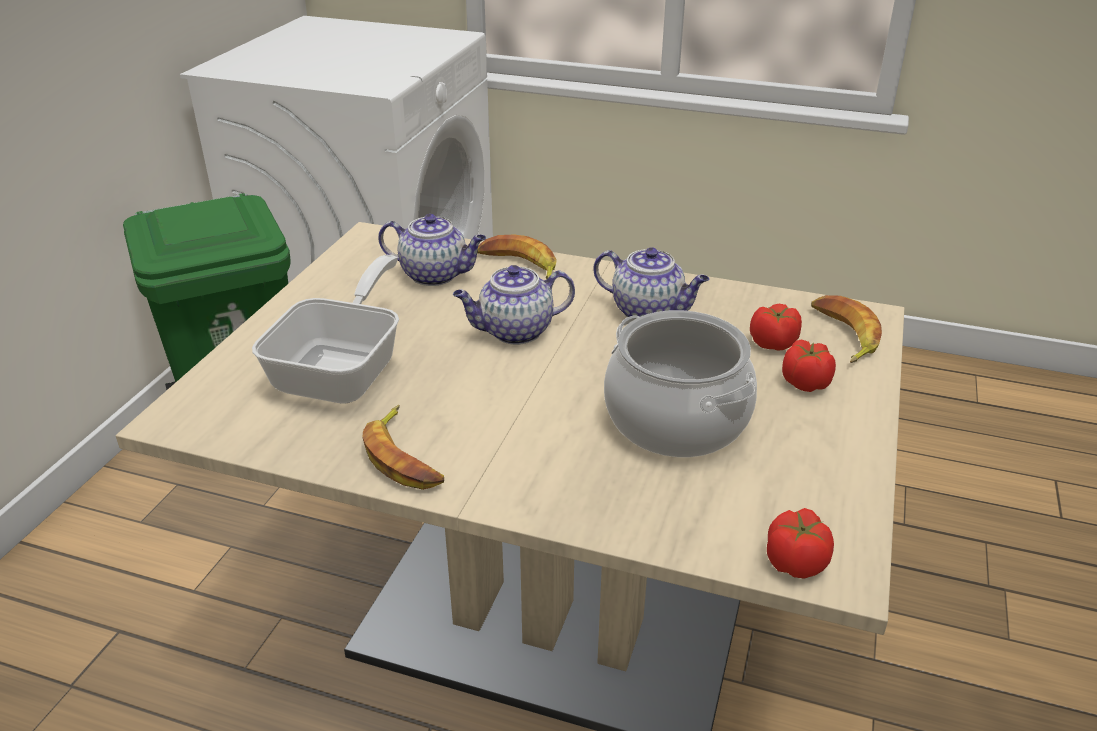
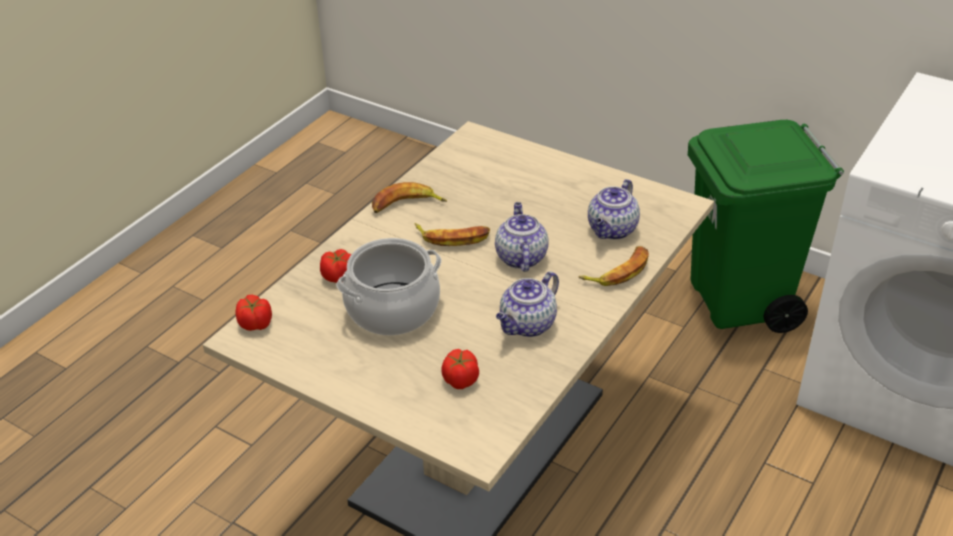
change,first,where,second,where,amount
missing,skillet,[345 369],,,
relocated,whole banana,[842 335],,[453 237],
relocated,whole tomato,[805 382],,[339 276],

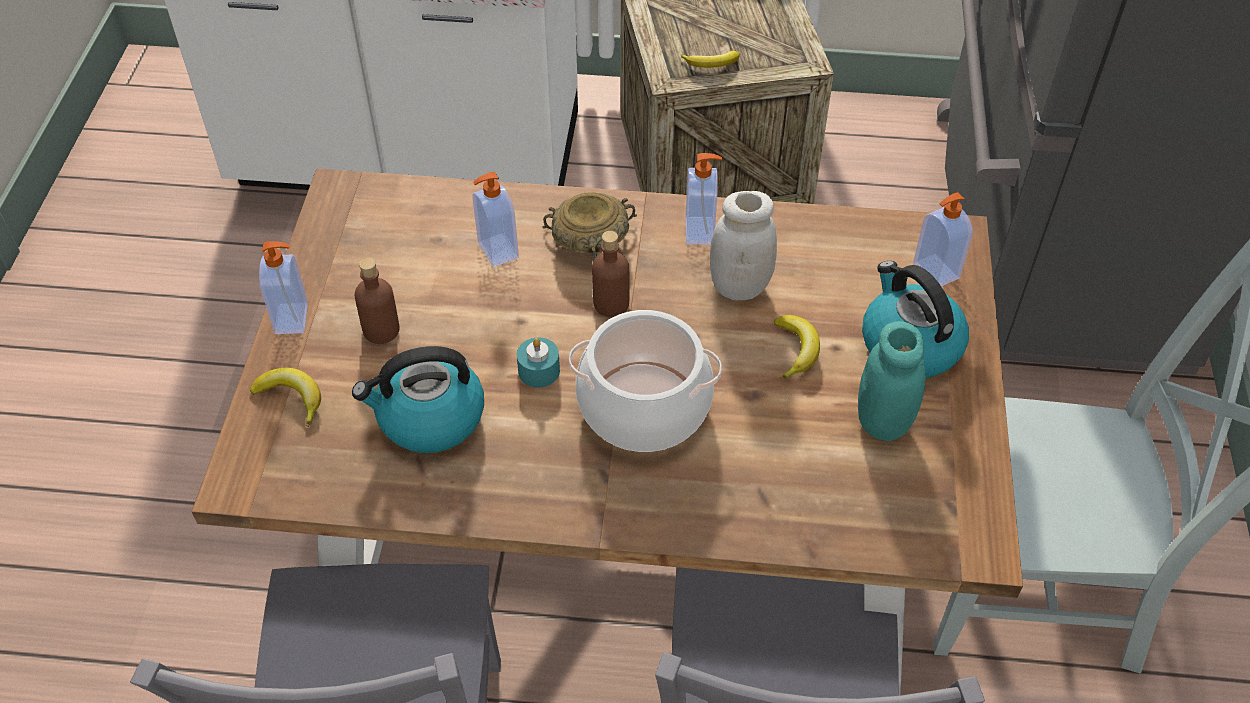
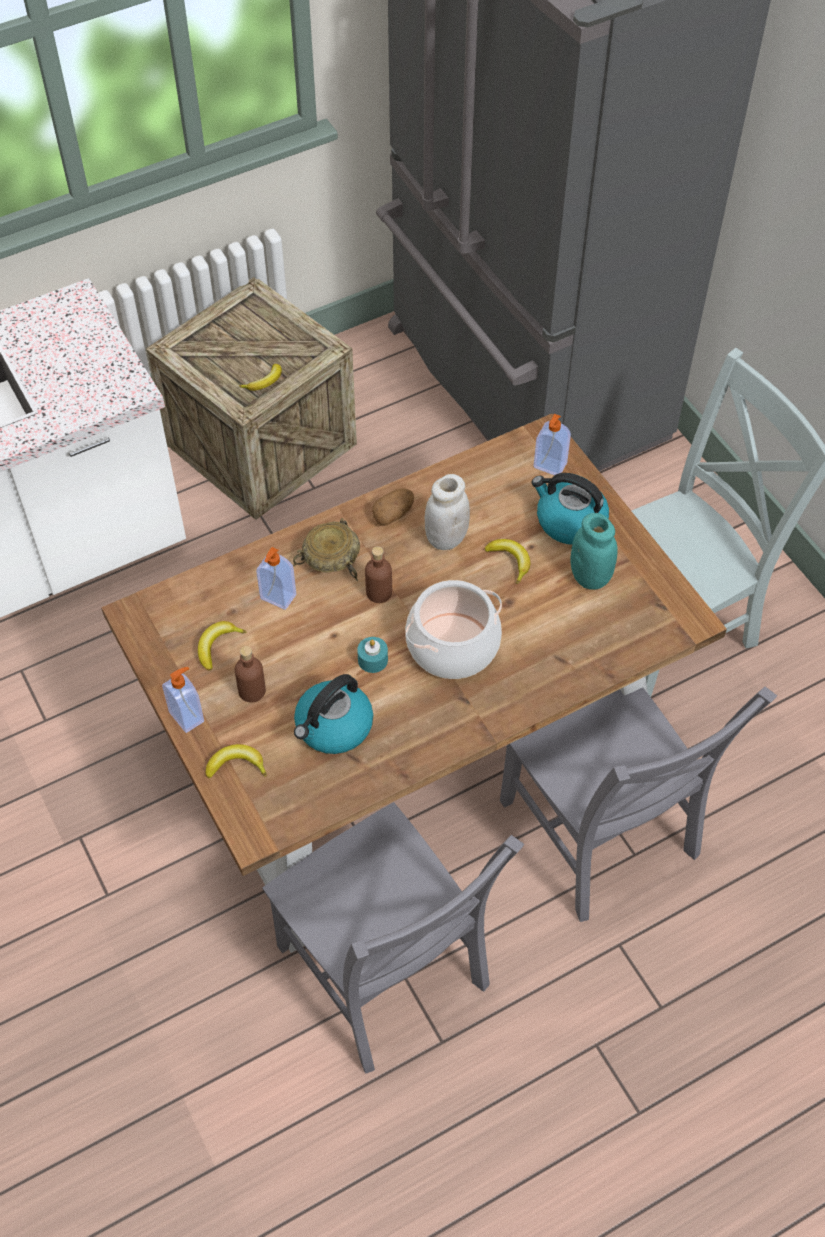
change,first,where,second,where,amount
exchanged,liquid soap bottle,[701 231],spud,[393 514],
appeared,,,whole banana,[217 646],

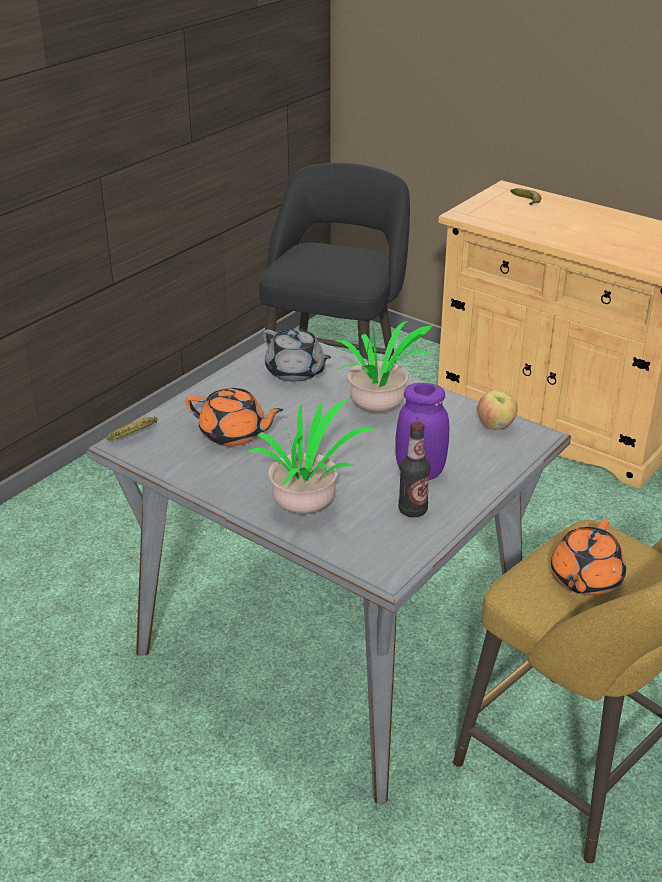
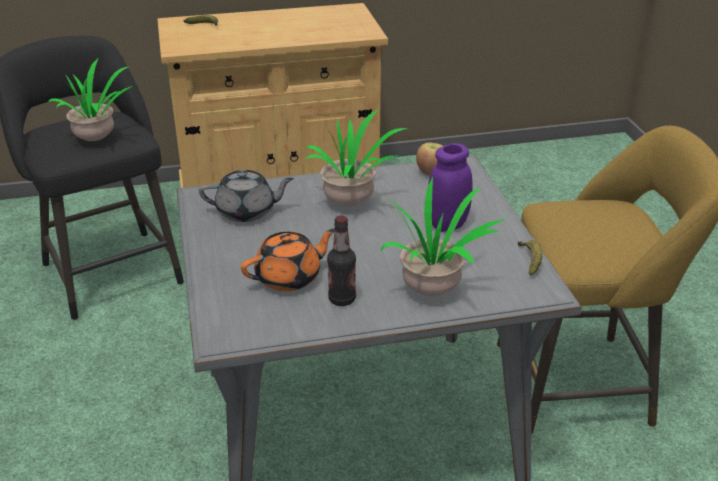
change,first,where,second,where,amount
relocated,whole banana,[136 434],,[530 261],
relocated,drink bottle,[412 510],,[342 299],
missing,orangey teapot,[585 579],,,
appeared,,,houseplant,[98 138],

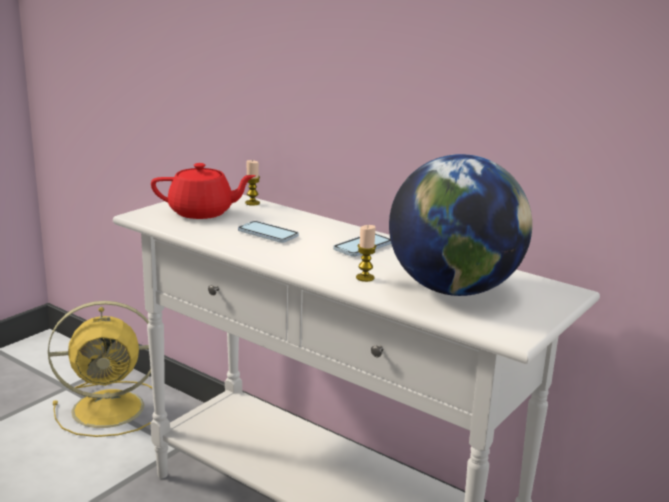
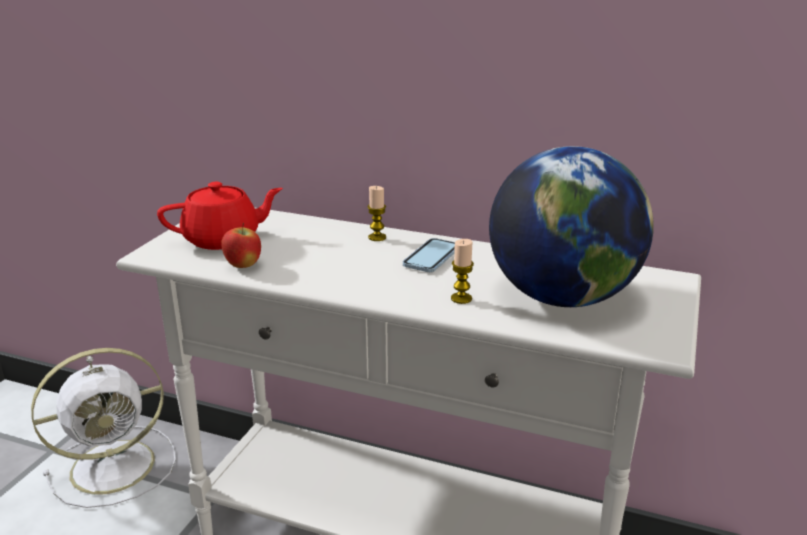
change,first,where,second,where,amount
relocated,wax light,[252 203],,[377 237],
missing,handset,[268 234],,,
colour,yellow-coloured cooling fan,[111 408],white cooling fan,[117 465],
appeared,,,whole apple,[243 266],

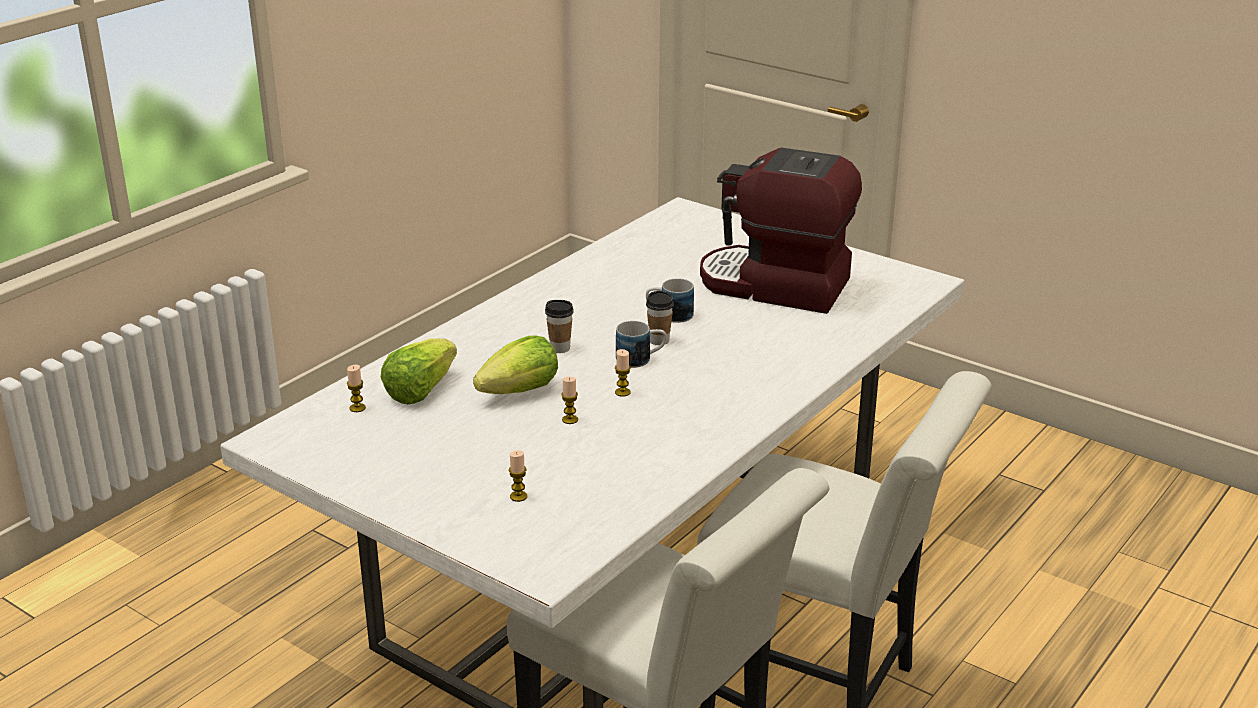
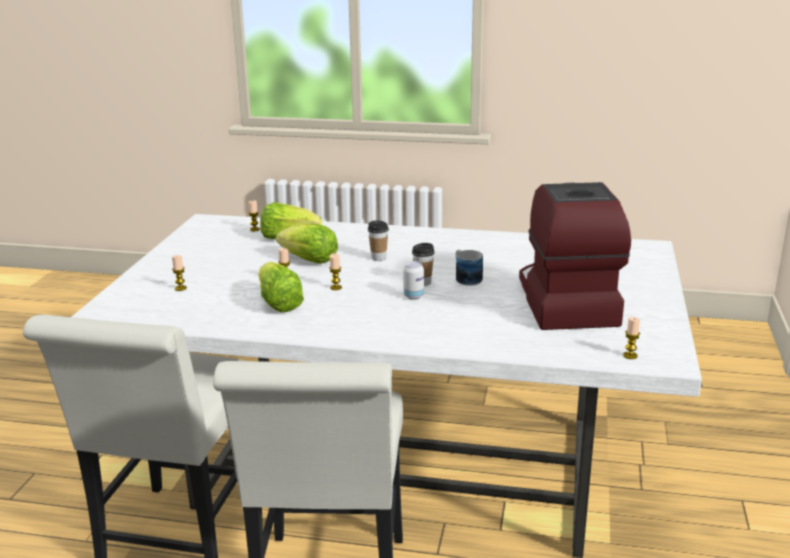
change,first,where,second,where,amount
missing,mug,[641 359],,,
appeared,,,sealed can,[413 296],
appeared,,,lettuce head,[278 303],
appeared,,,wax light,[630 355],

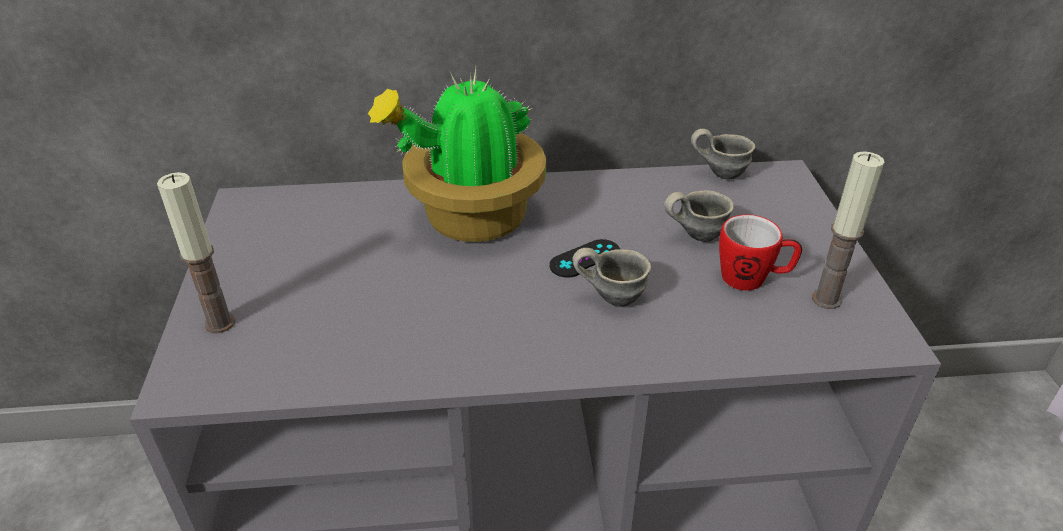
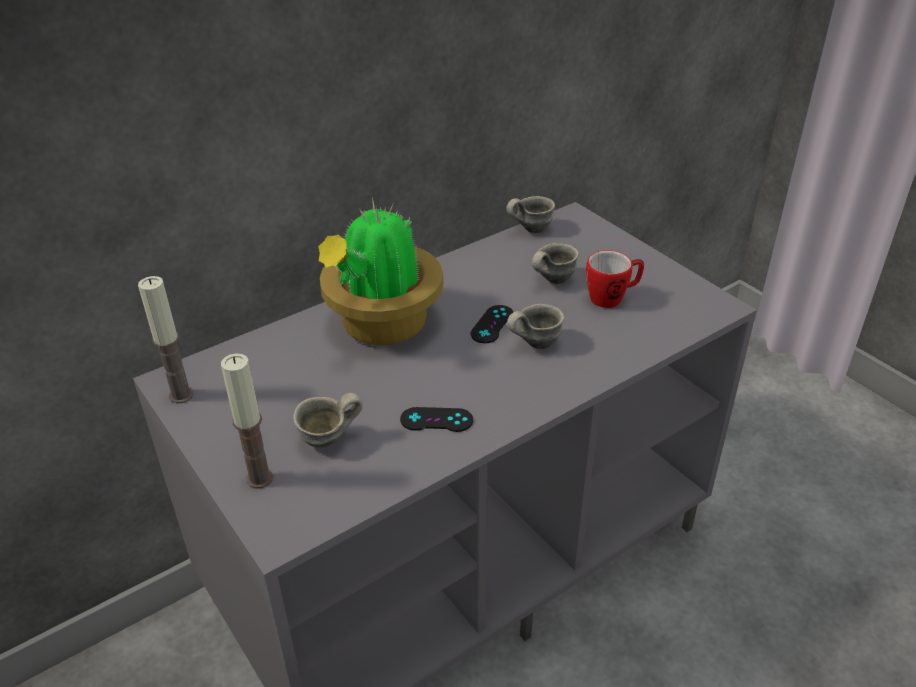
change,first,where,second,where,amount
relocated,wax light,[826 299],,[181 395],
appeared,,,grey mug,[329 442],
appeared,,,black game controller,[436 420],

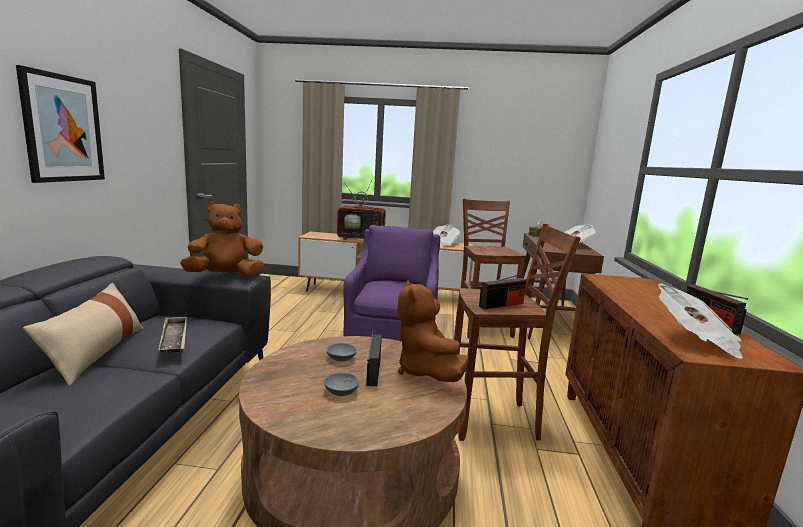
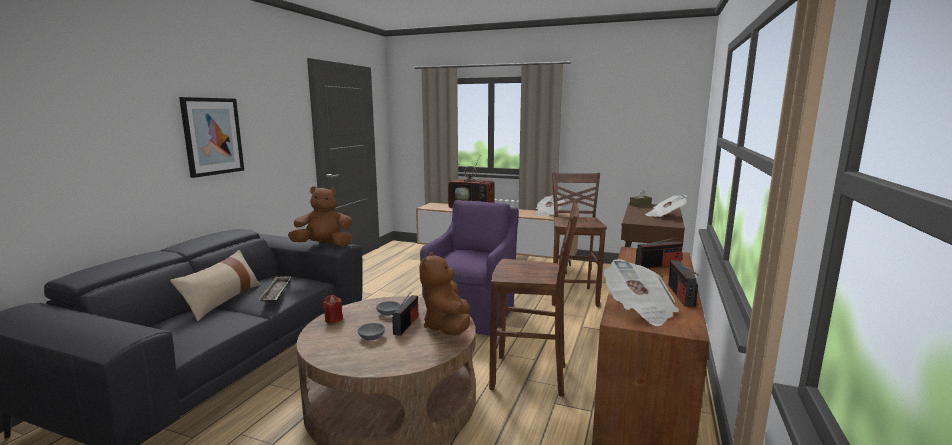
change,first,where,second,where,amount
relocated,radio set,[501 305],,[658 265],
appeared,,,red-coloured wax light,[333 319],

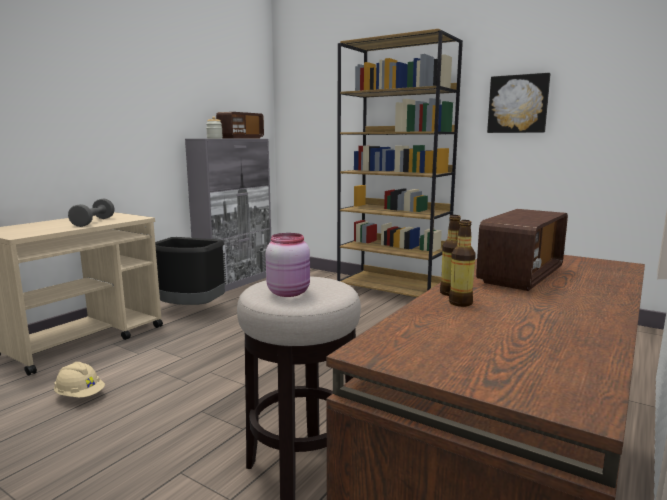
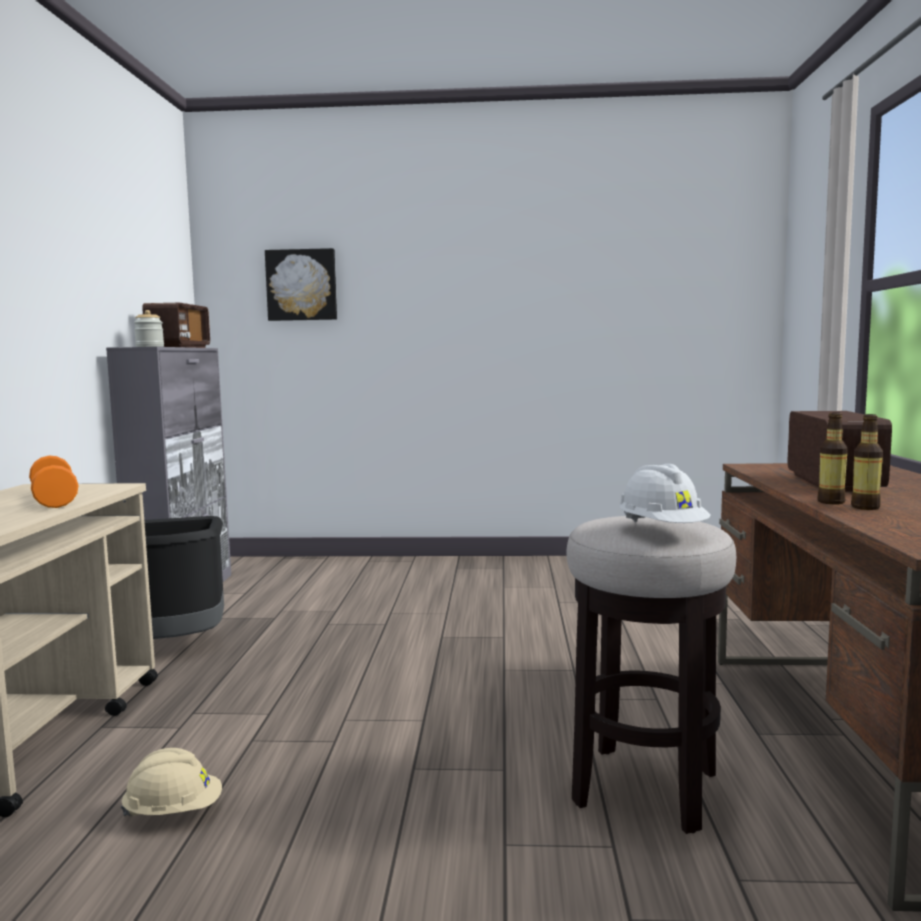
change,first,where,second,where,amount
missing,brown bookshelf,[393 291],,,
relocated,wall art,[518 104],,[302 285],
colour,grey hand weight,[93 222],orangey hand weight,[54 500],
exchanged,pink-coloured preserve jar,[289 292],white hard hat,[662 530],

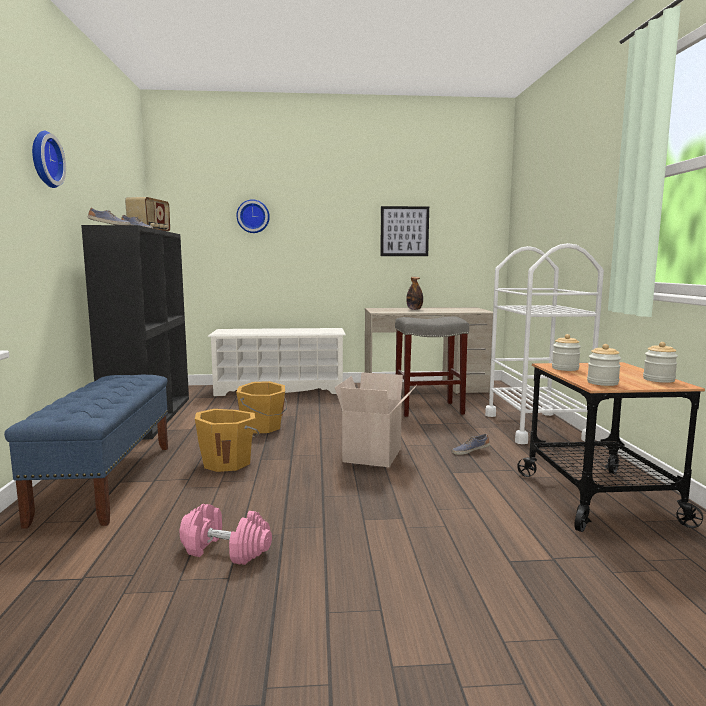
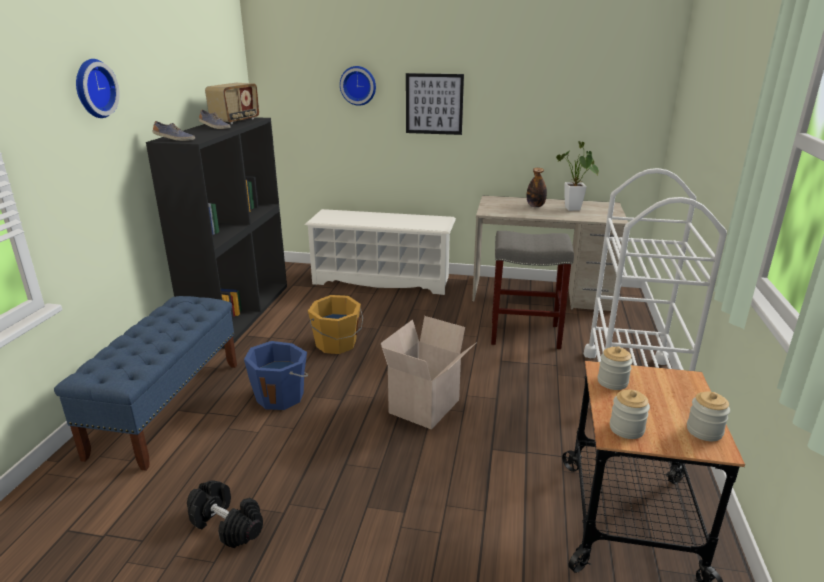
change,first,where,second,where,amount
relocated,wall art,[404 231],,[434 104],
colour,orangey bucket,[228 462],bluish bucket,[281 396],
missing,item of footwear,[470 451],,,
colour,pink-coloured hand weight,[226 550],black hand weight,[227 525],
appeared,,,houseplant,[573 210],

